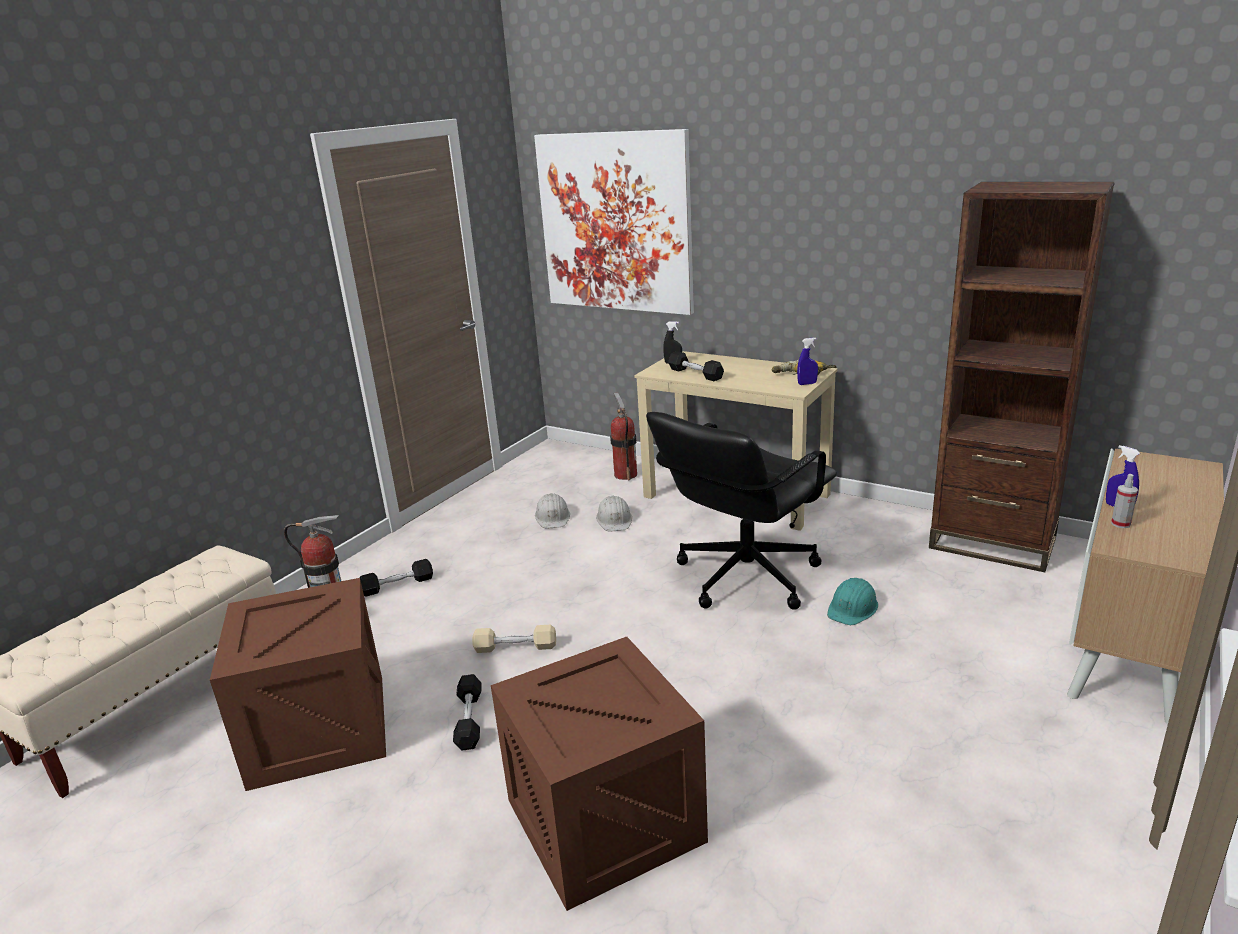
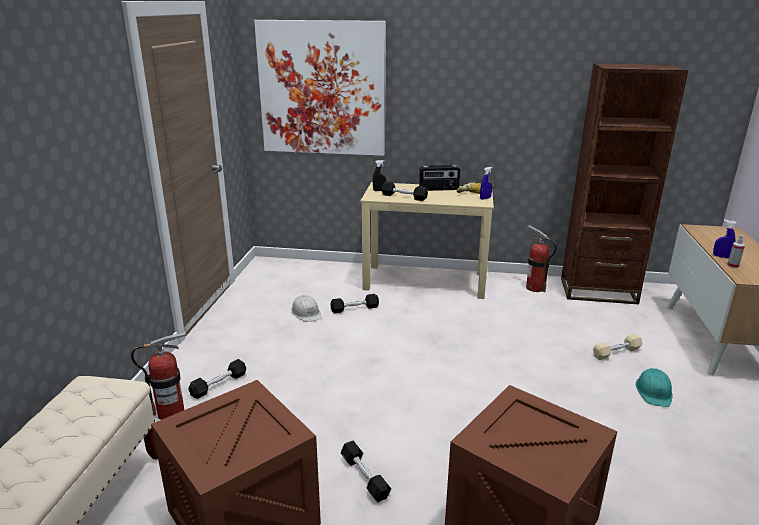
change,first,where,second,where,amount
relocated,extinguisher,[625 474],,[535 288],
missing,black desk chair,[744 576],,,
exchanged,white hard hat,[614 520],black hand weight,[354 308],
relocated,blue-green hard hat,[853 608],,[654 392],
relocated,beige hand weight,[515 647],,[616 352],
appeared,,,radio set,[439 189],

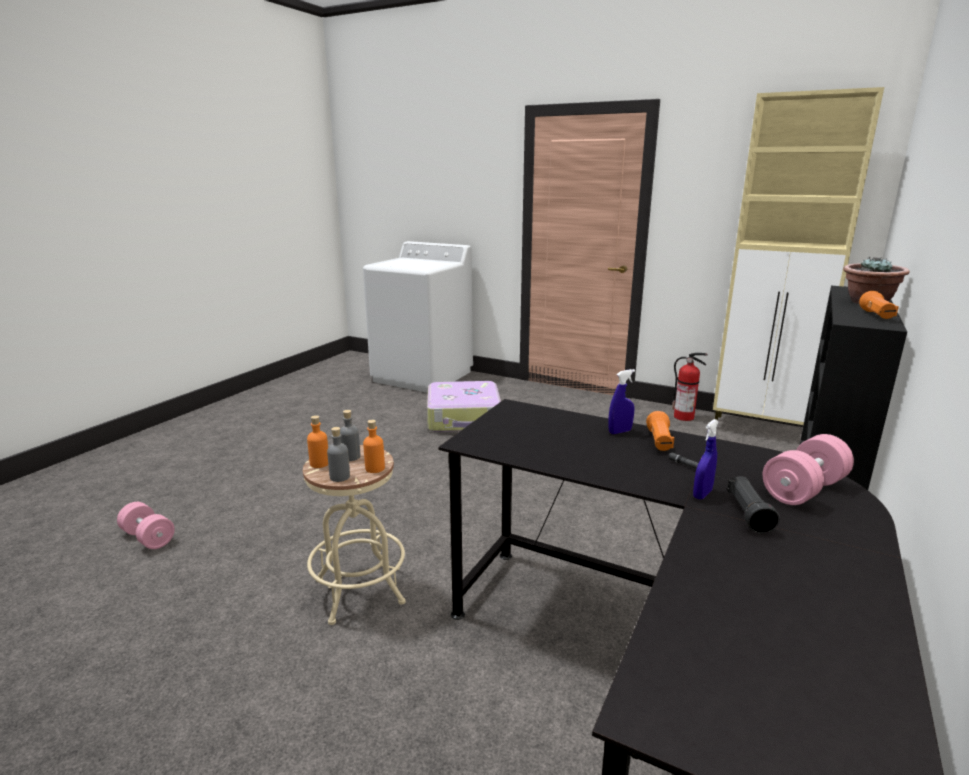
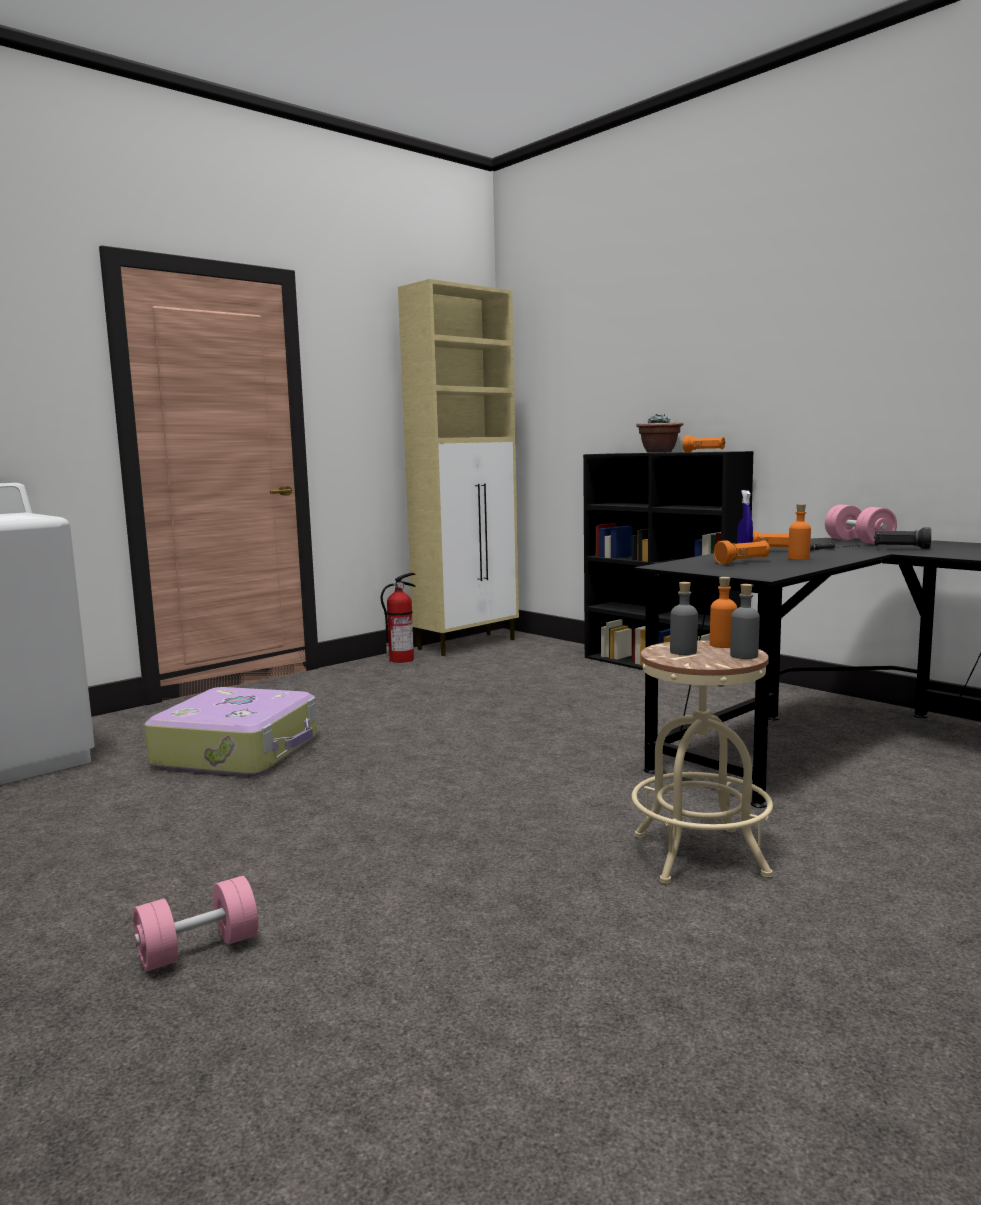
change,first,where,second,where,amount
relocated,orangey drink bottle,[319 463],,[798 558],
missing,bluish sprayer,[702 494],,,
relocated,pink-coloured hand weight,[148 538],,[198 949],
appeared,,,orangey torch,[743 562],

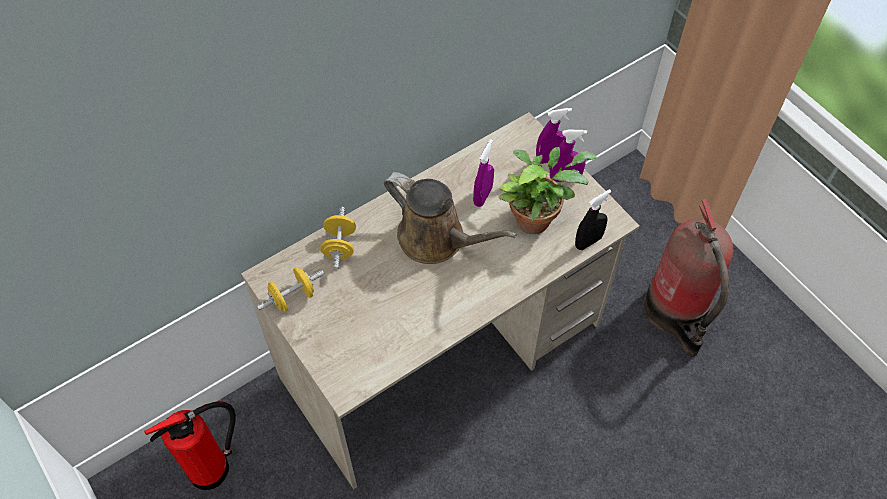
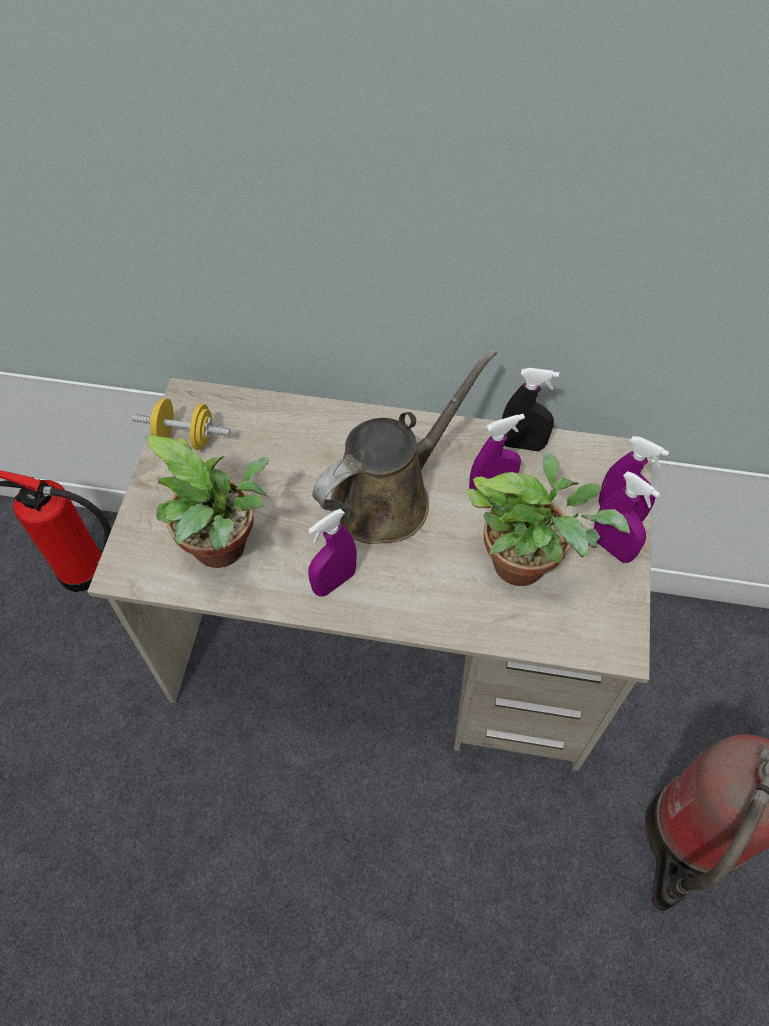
change,first,where,second,where,amount
spun,brown watering can,[437 239],,[389 496],120 degrees counterclockwise
relocated,black sprayer,[588 242],,[522 444],
missing,yellow-coloured hand weight,[340 246],,,
appeared,,,houseplant,[225 550],
appeared,,,purple-coloured sprayer,[334 582],

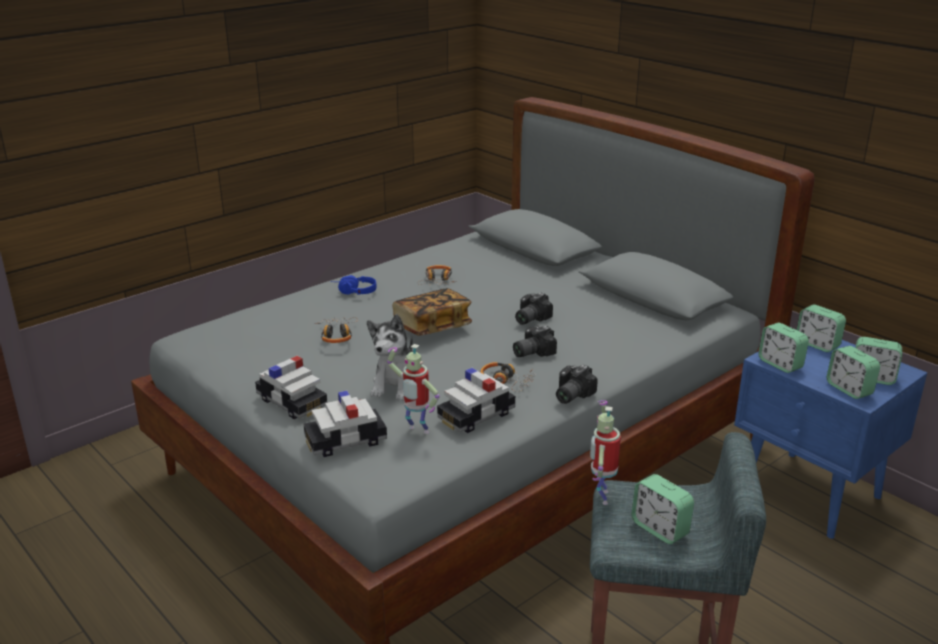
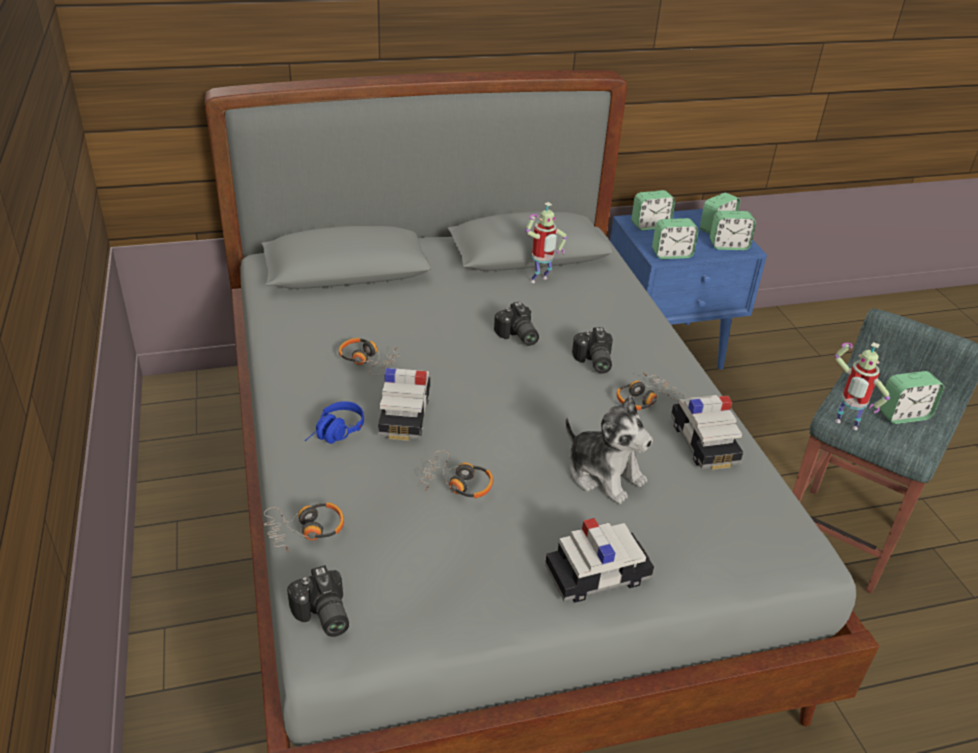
change,first,where,second,where,amount
missing,bound book,[432 327],,,
relocated,toy robot,[416 431],,[540 281],
relocated,still camera,[570 395],,[321 616],
relocated,toy car,[345 441],,[405 415],
appeared,,,pair of headphones,[305 530],

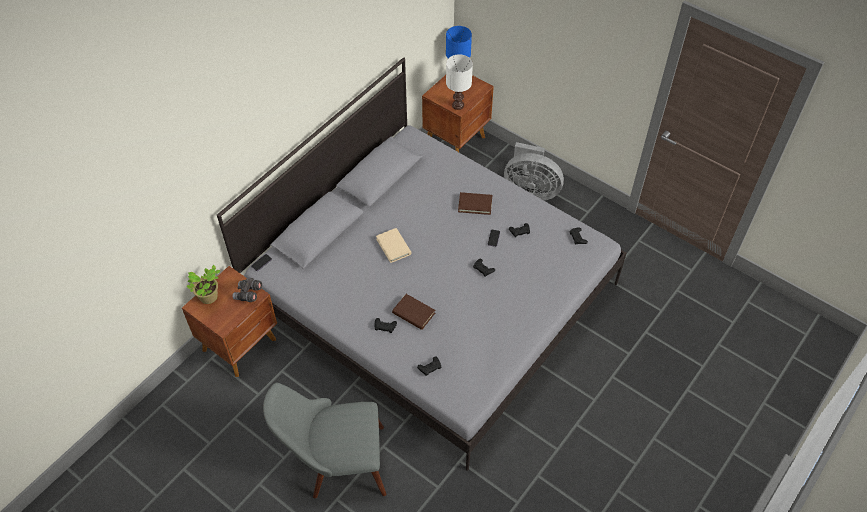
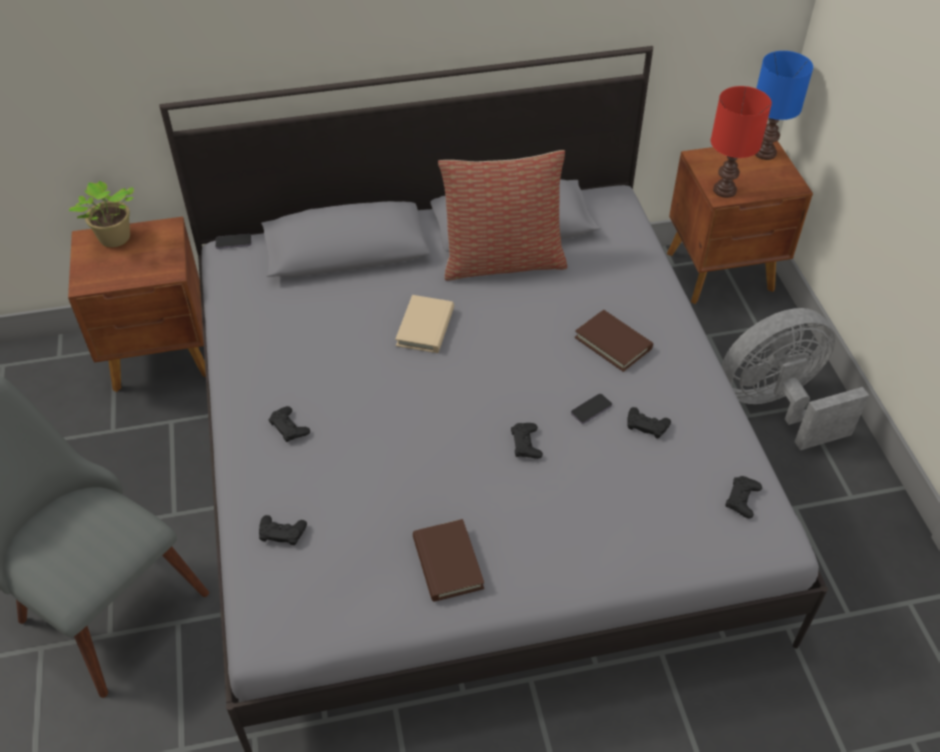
change,first,where,second,where,amount
colour,white lamp for a table,[458 106],red-coloured lamp for a table,[724 191],
spun,grey cooling fan,[530 190],,[776 406],105 degrees clockwise
missing,grey field glasses,[248 294],,,
relocated,brown bound book,[413 313],,[447 563],
appeared,,,cushion,[502 260],

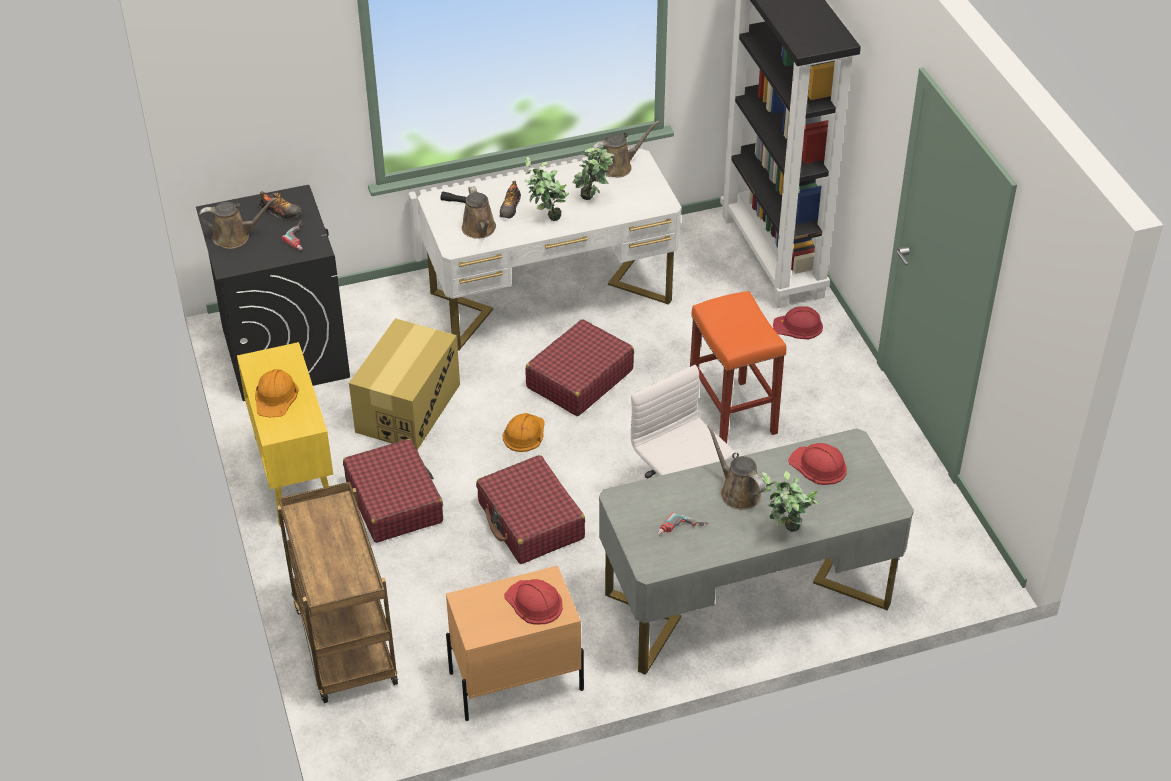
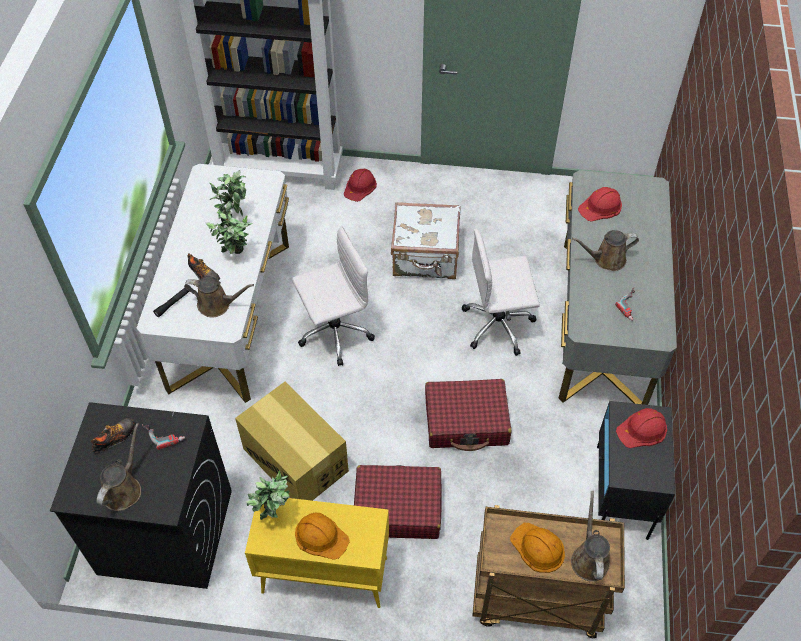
change,first,where,second,where,amount
relocated,brown watering can,[618 166],,[589 558],
exchanged,orangey stool seat,[733 415],white piece of luggage,[426 258],
exchanged,red-coloured piece of luggage,[579 379],white desk chair,[333 332],
relocated,orangey hard hat,[524 433],,[538 548],
relocated,houseplant,[785 533],,[274 515],
colour,beige night table,[515 681],black night table,[622 491],

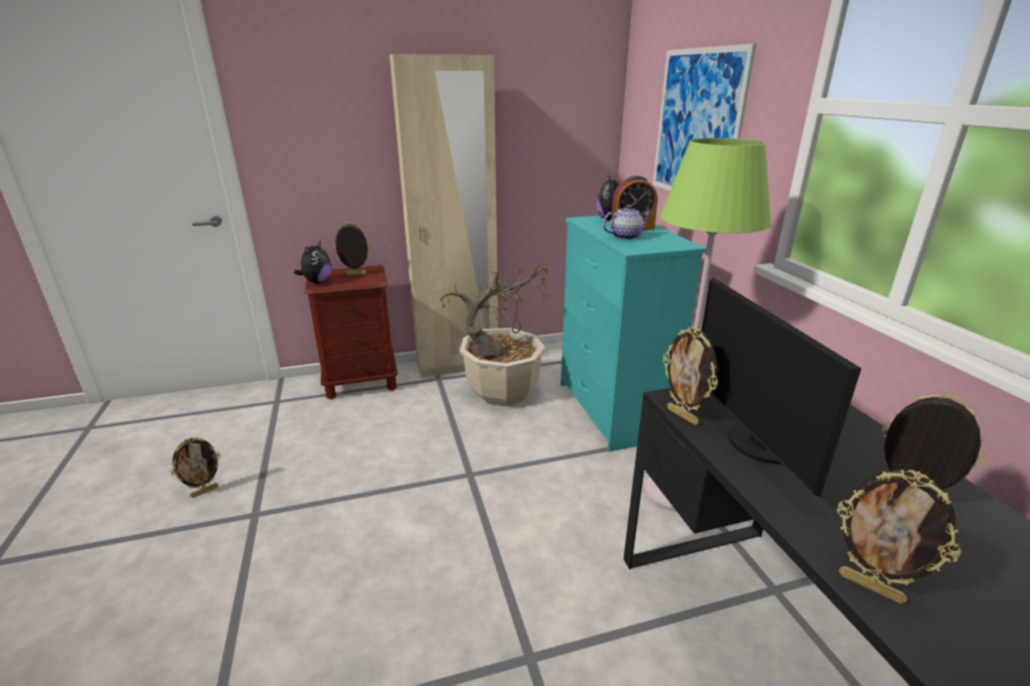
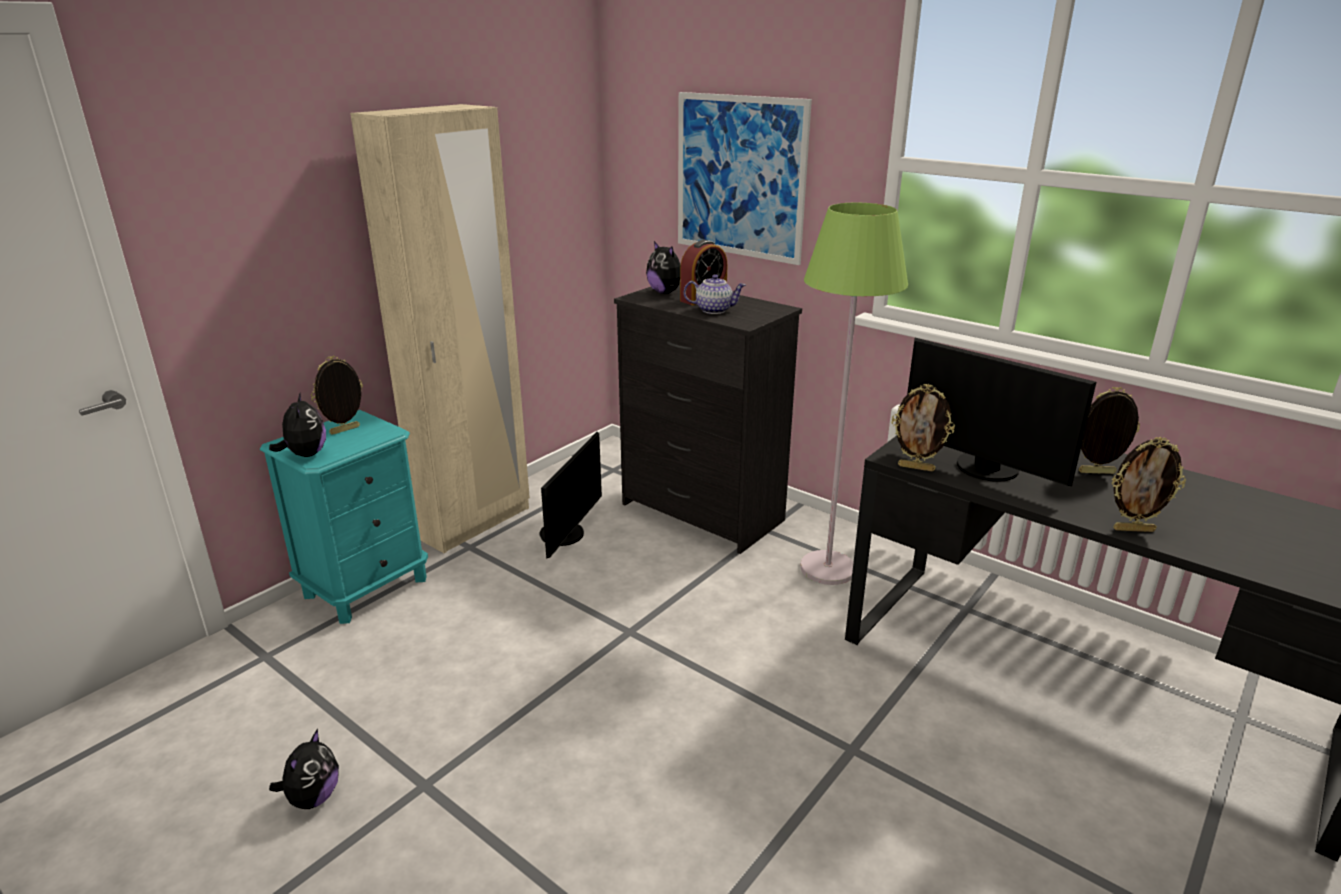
change,first,where,second,where,amount
spun,teapot,[625 236],,[714 310],60 degrees clockwise
colour,blue-green dresser,[612 410],black dresser,[702 513],
exchanged,houseplant,[502 392],computer display,[567 535],
colour,brown night table,[361 382],blue-green night table,[366 587],
exchanged,standing frame,[205 491],cuddly toy,[313 797],

